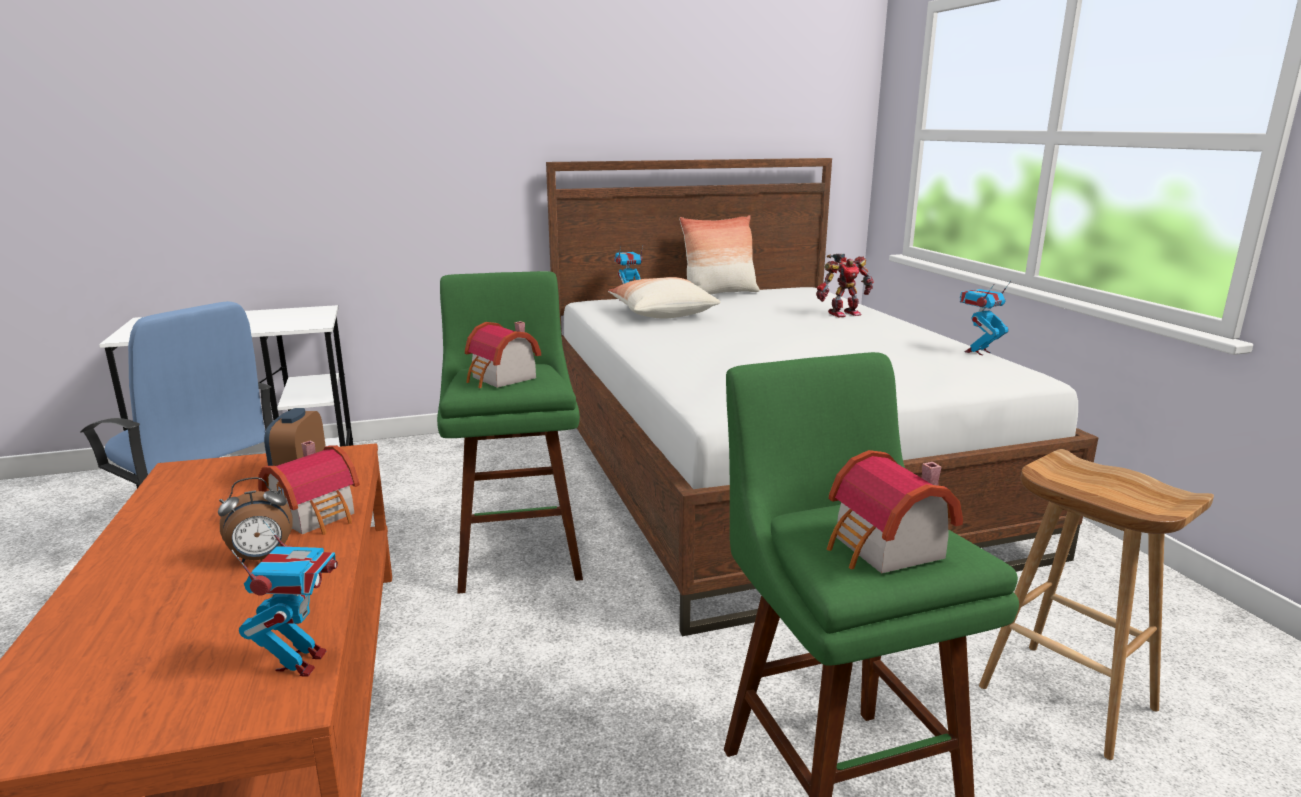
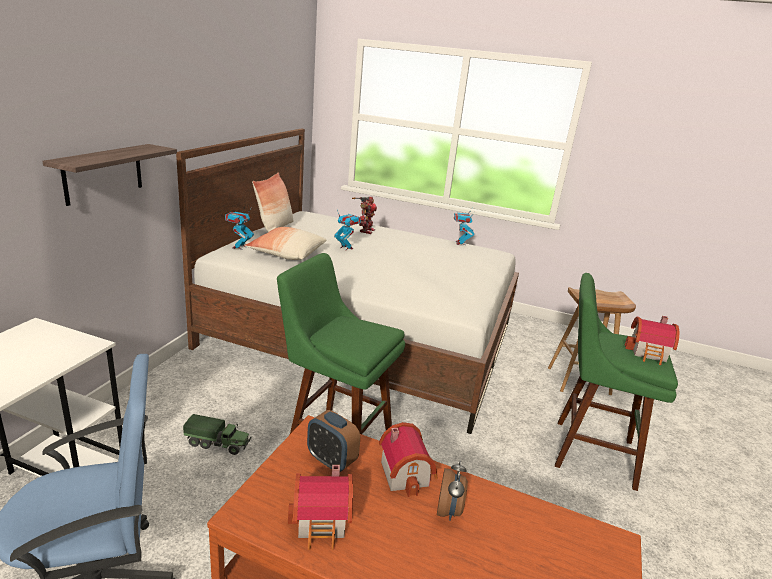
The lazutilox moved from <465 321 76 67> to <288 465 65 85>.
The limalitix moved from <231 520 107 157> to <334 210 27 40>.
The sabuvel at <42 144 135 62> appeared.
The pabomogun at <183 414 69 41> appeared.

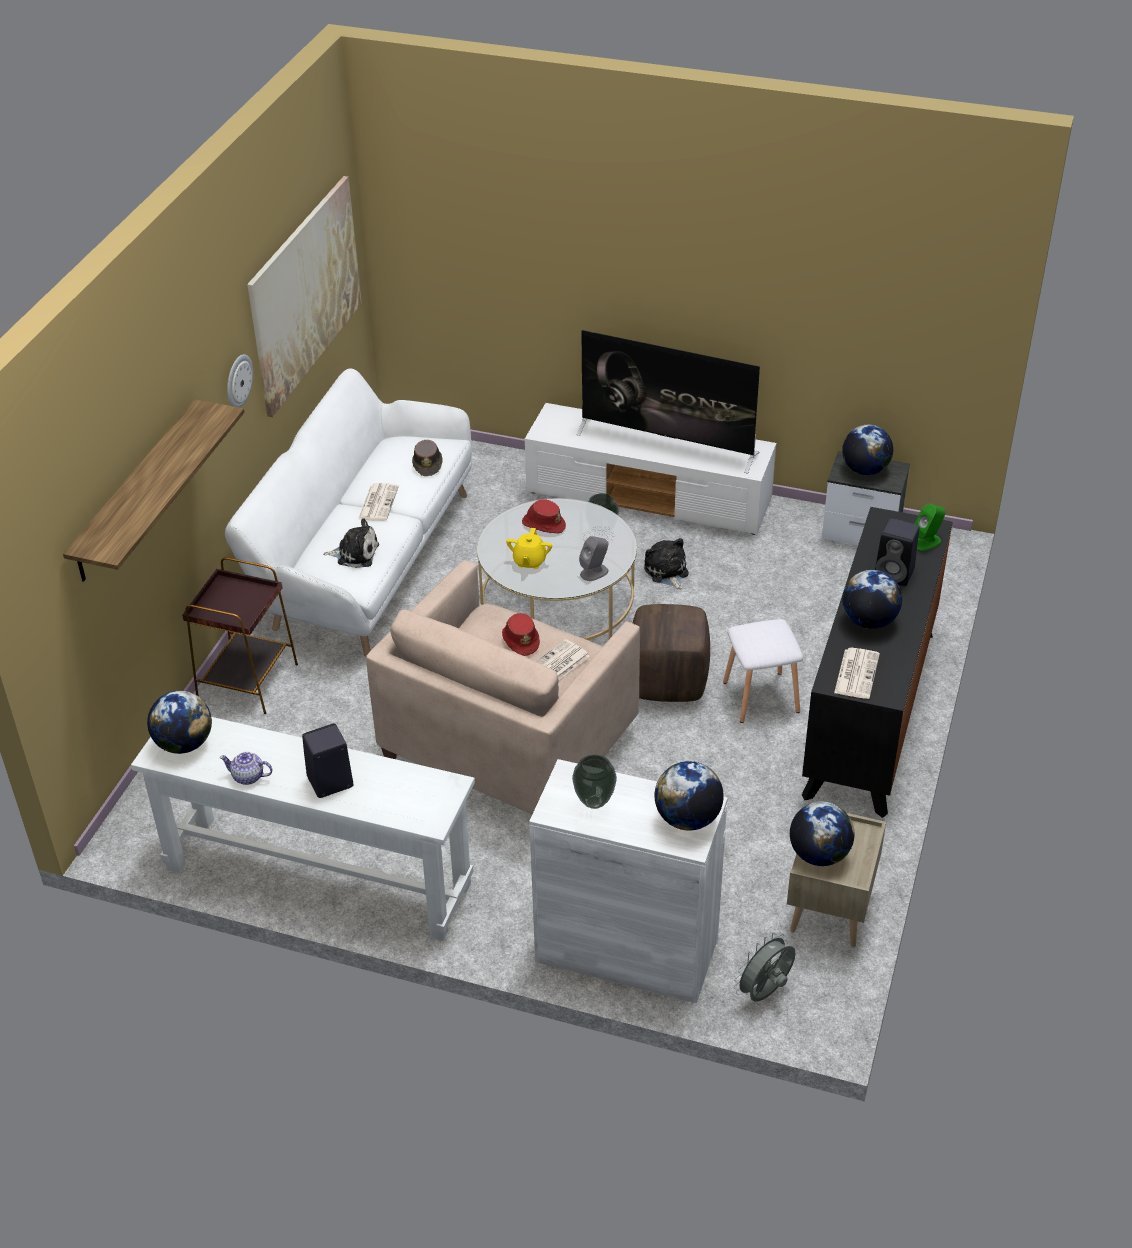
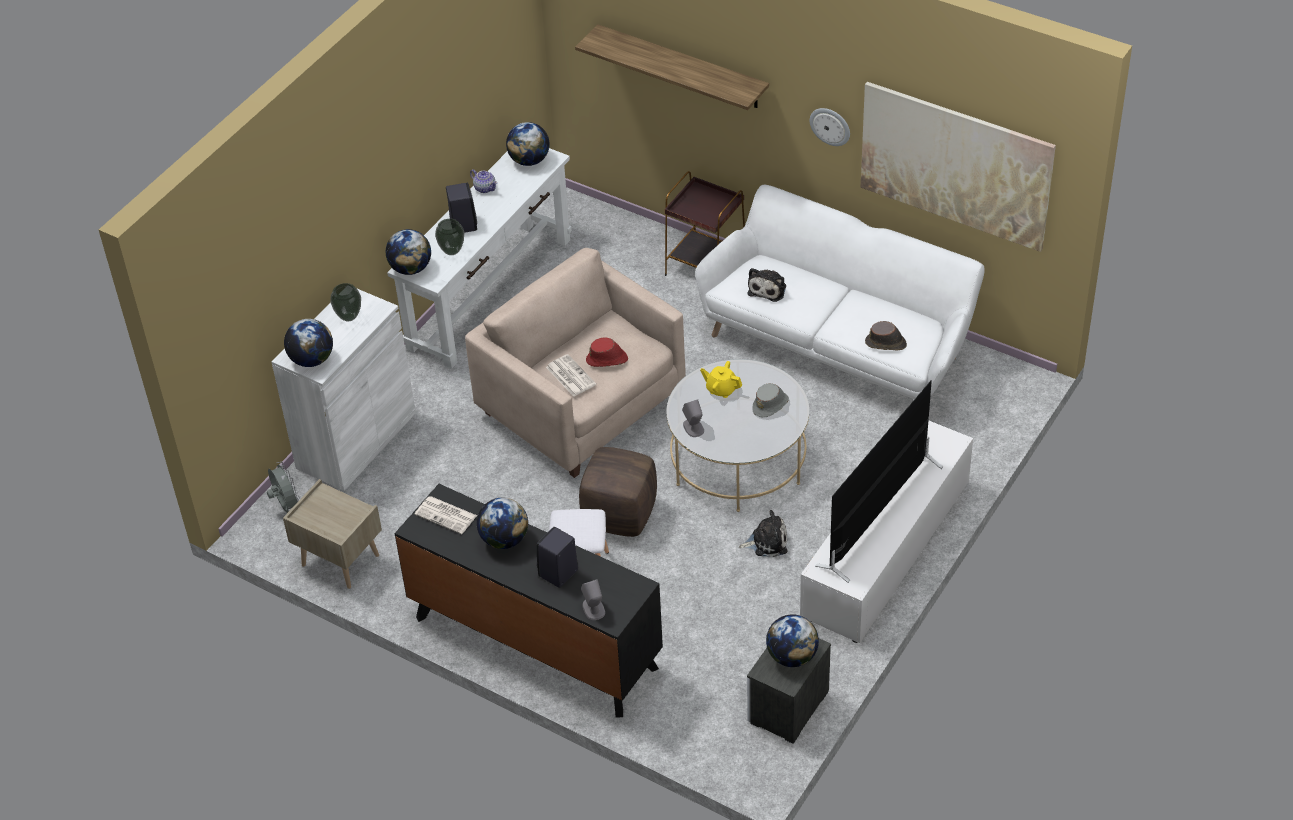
The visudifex at <358 483 41 38> disappeared.
The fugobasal moved from <585 493 34 44> to <435 219 29 36>.
The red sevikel at <522 499 44 34> became the grey sevikel at <753 383 36 34>.
The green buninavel at <915 504 30 47> became the grey buninavel at <581 579 24 41>.
The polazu at <220 752 53 33> turned 105 degrees clockwise.
The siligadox moved from <790 802 64 64> to <386 229 45 46>.

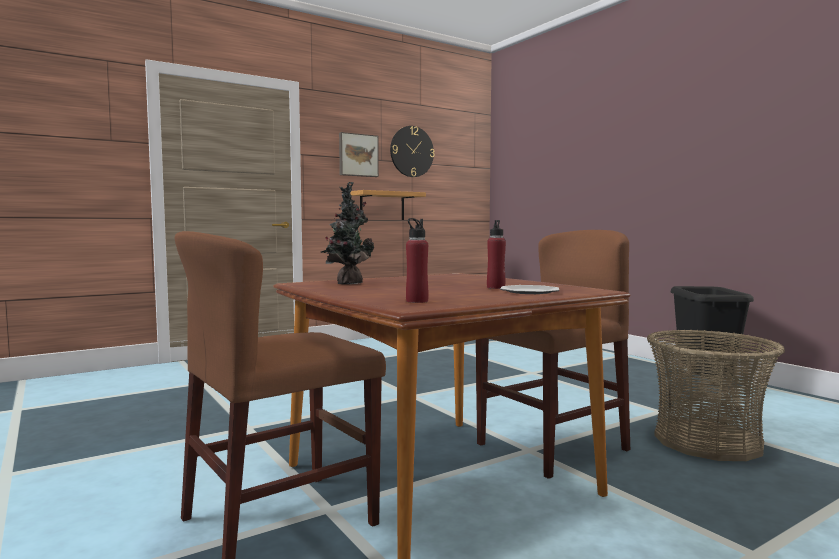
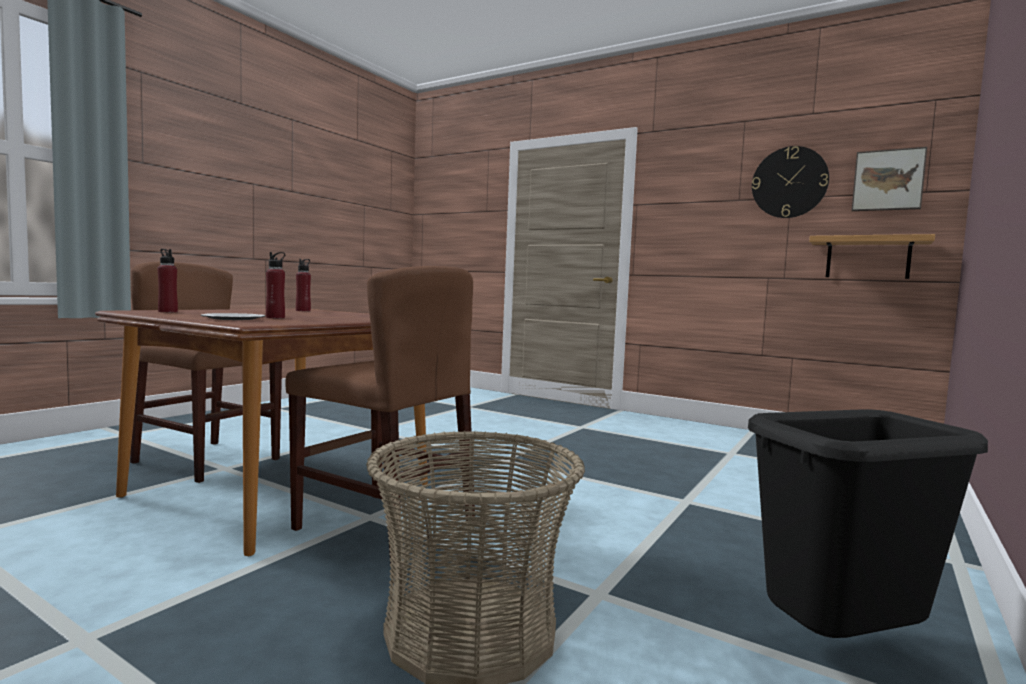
The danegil moved from <339 132 40 45> to <852 147 75 64>.
The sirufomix at <321 182 53 102> was replaced by the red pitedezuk at <296 259 15 52>.
The sabuvel moved from <351 190 75 30> to <809 234 126 45>.

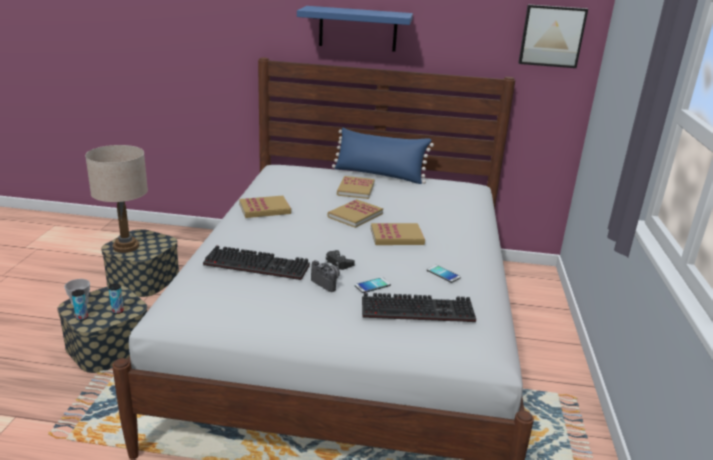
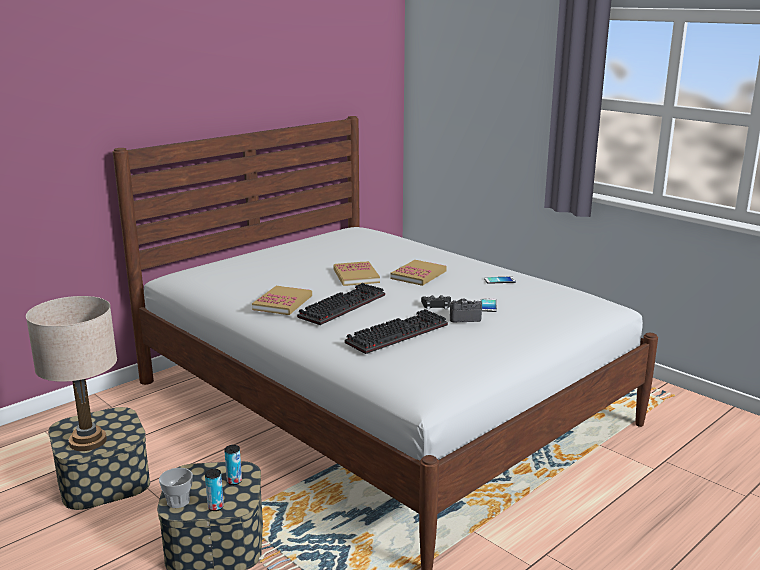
The danegil at <518 4 70 64> disappeared.
The blue sabuvel at <297 6 116 46> disappeared.
The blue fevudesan at <332 127 102 57> disappeared.
The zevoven at <337 176 38 23> disappeared.
The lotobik moved from <362 293 114 29> to <297 283 88 42>.

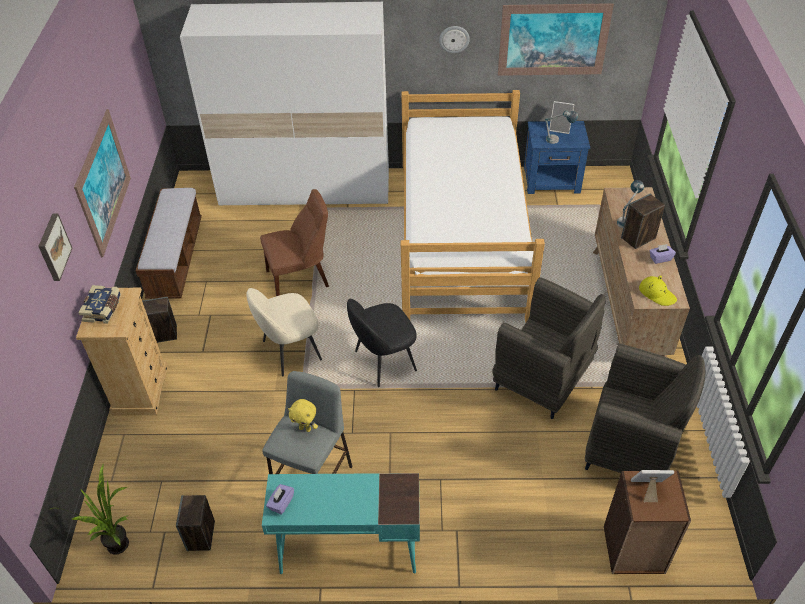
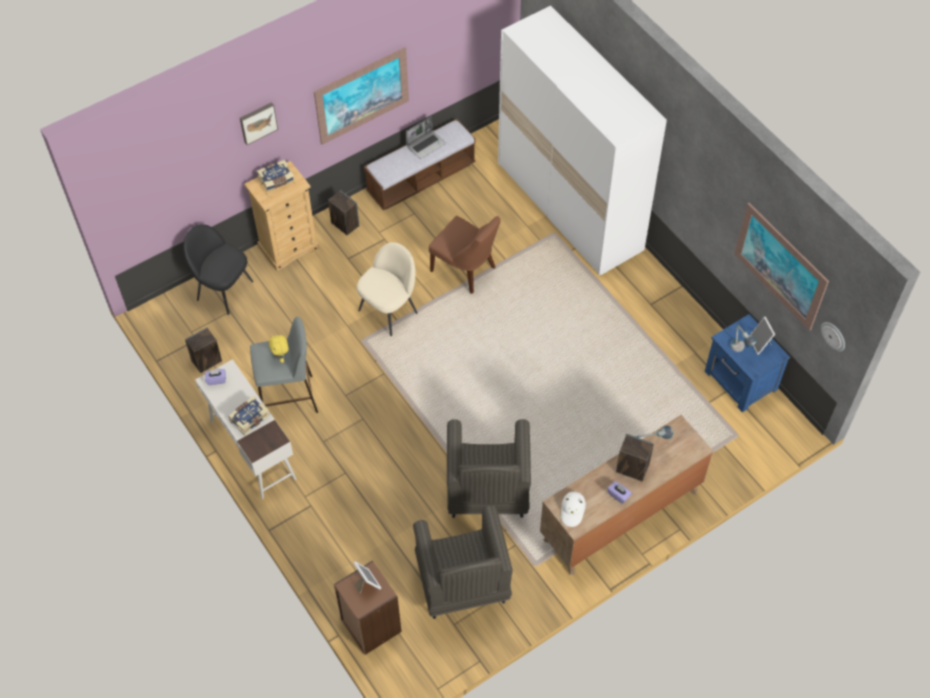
The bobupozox moved from <439 26 31 27> to <821 322 24 29>.
The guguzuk at <401 90 144 233> disappeared.
The yellow sevikel at <639 275 38 31> became the white sevikel at <561 492 25 35>.
The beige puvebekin at <246 288 76 88> turned 105 degrees clockwise.
The black puvebekin moved from <347 298 70 89> to <183 224 71 91>.
The sirufomix at <49 465 80 90> disappeared.
The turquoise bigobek at <262 473 158 101> became the white bigobek at <195 359 101 140>.
The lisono at <406 116 40 43> appeared.
The zevoven at <228 396 42 39> appeared.

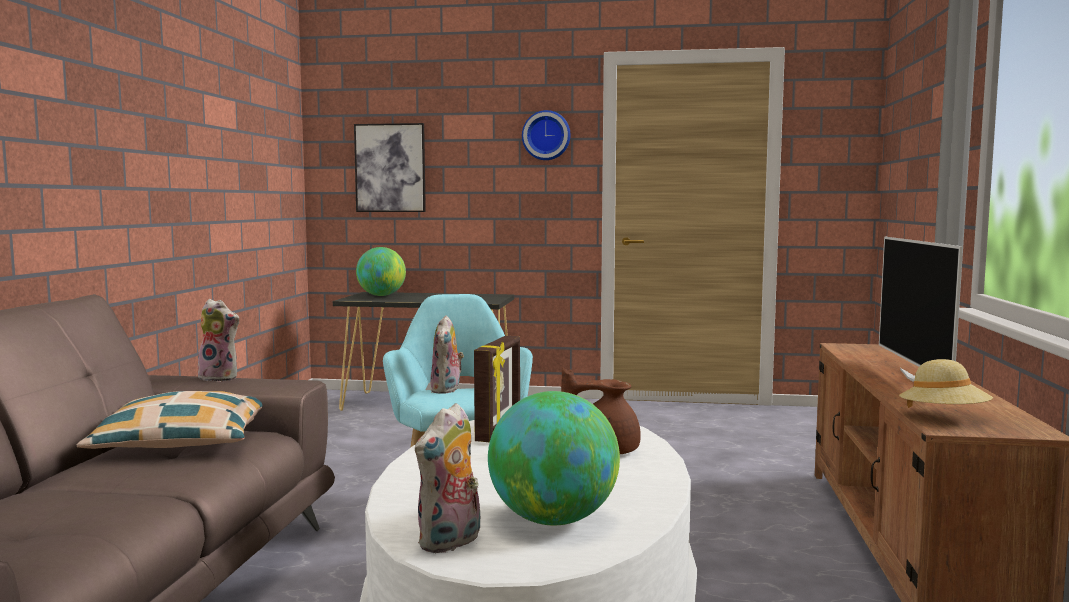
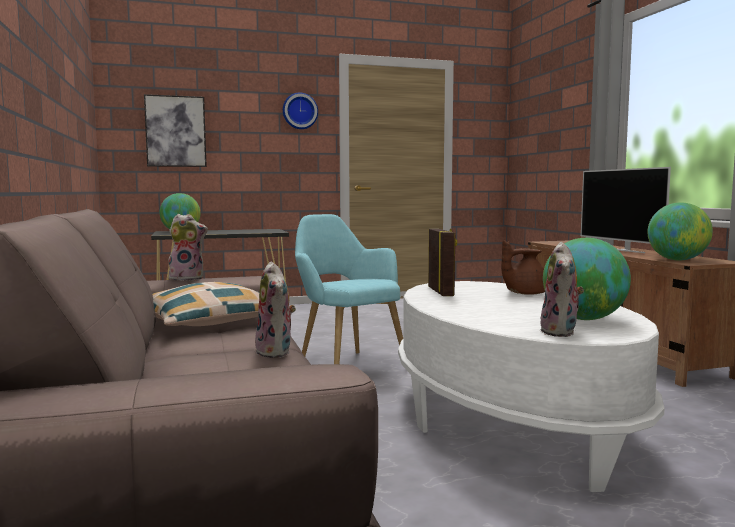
The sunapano moved from <430 315 34 79> to <254 261 42 97>.
The beige sevikel at <899 359 94 49> was replaced by the siligadox at <647 203 66 57>.

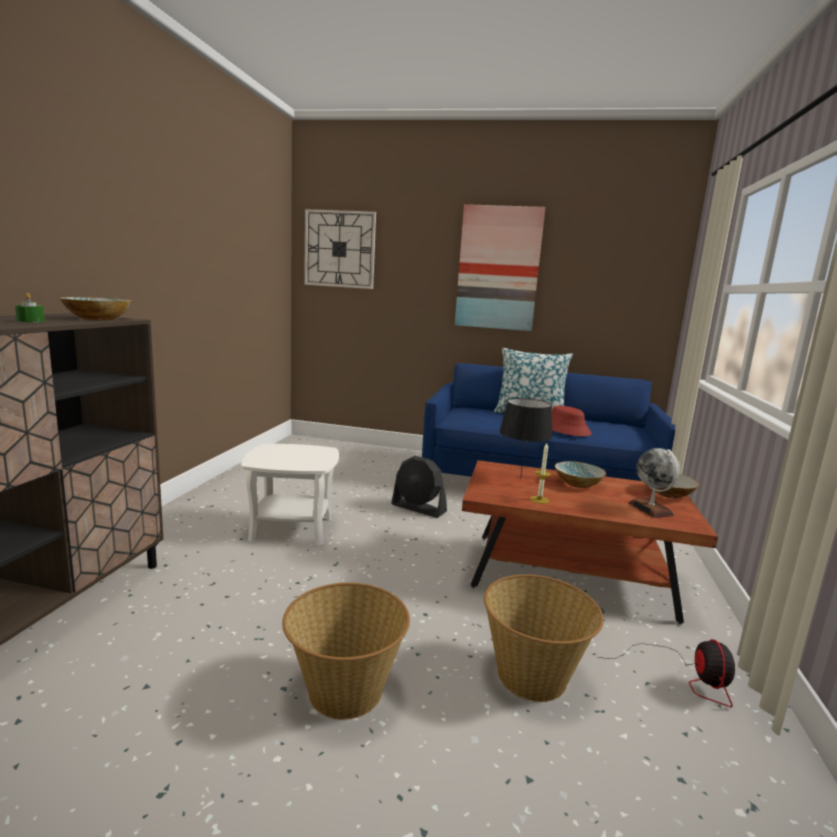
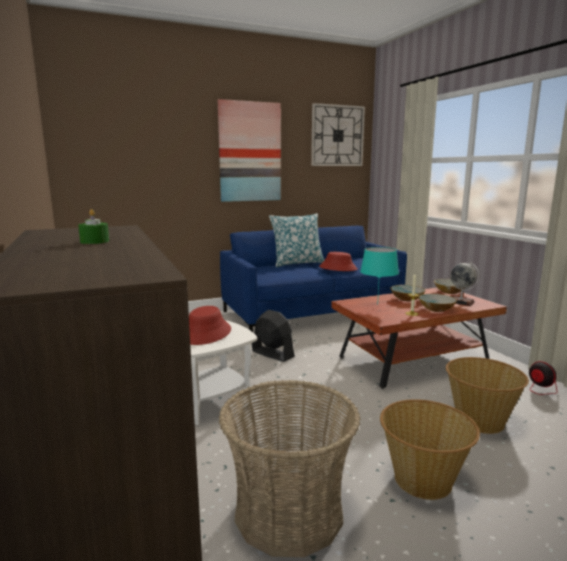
The bobupozox moved from <304 209 72 80> to <311 103 54 63>.
The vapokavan moved from <59 297 73 23> to <418 294 39 18>.
The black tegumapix at <499 398 54 81> became the turquoise tegumapix at <360 247 39 58>.
The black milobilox at <391 456 56 62> turned 135 degrees counterclockwise.
The red sevikel at <189 306 42 39> appeared.
The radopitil at <219 380 141 177> appeared.

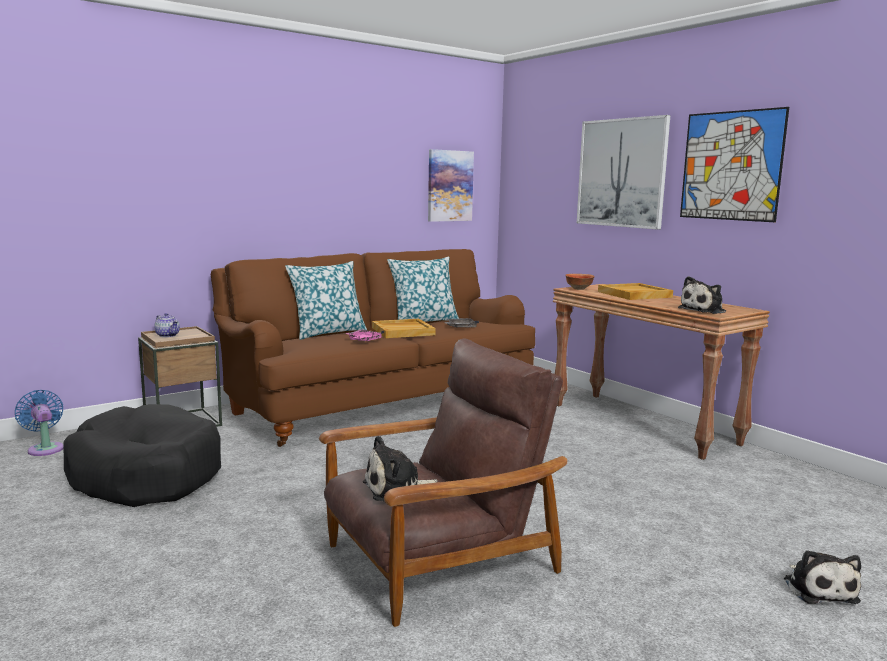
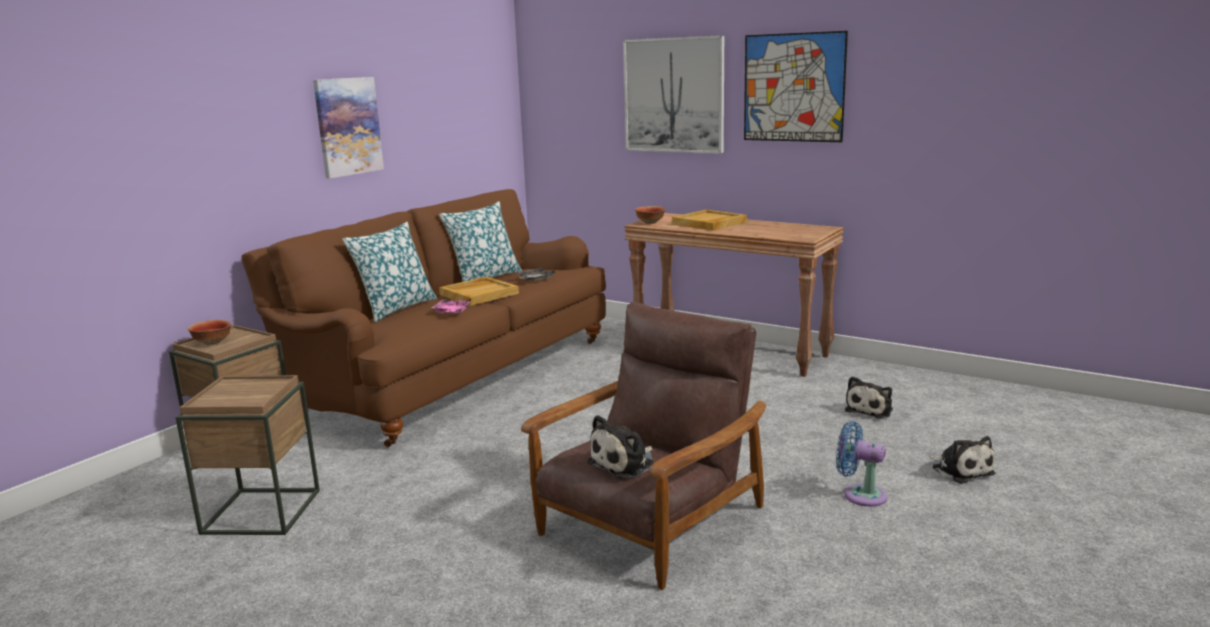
The danegil moved from <428 149 46 73> to <313 77 71 101>.
The sunapano moved from <678 276 48 38> to <845 376 48 42>.
The polazu at <154 313 26 24> was replaced by the vapokavan at <188 320 43 25>.
The blue milobilox moved from <15 390 49 66> to <836 421 51 86>.
The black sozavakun at <64 404 157 103> was replaced by the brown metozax at <175 375 145 160>.

